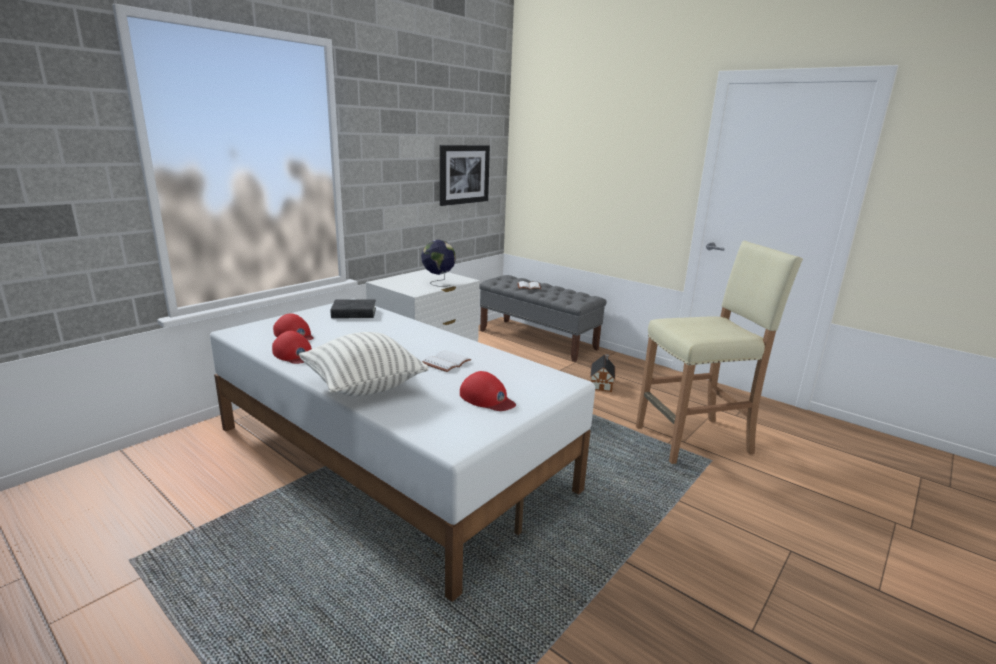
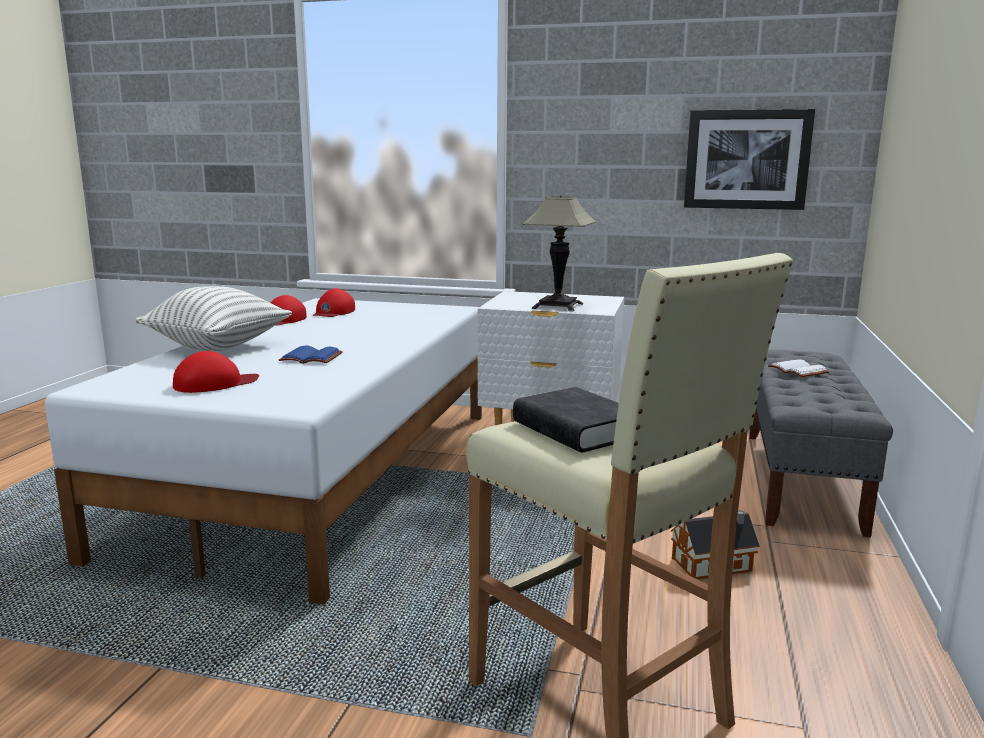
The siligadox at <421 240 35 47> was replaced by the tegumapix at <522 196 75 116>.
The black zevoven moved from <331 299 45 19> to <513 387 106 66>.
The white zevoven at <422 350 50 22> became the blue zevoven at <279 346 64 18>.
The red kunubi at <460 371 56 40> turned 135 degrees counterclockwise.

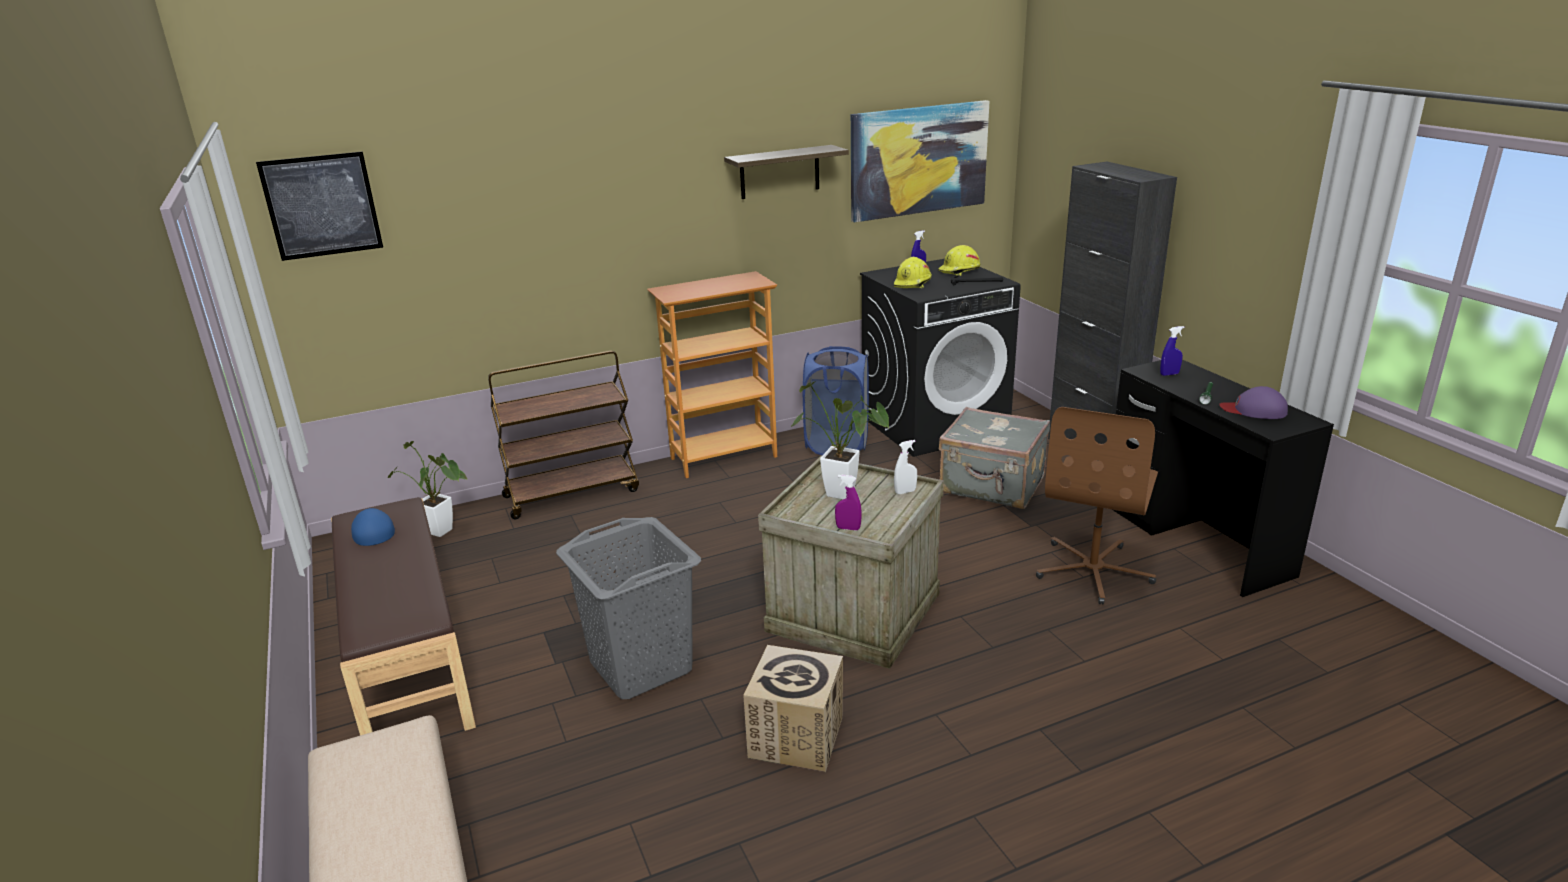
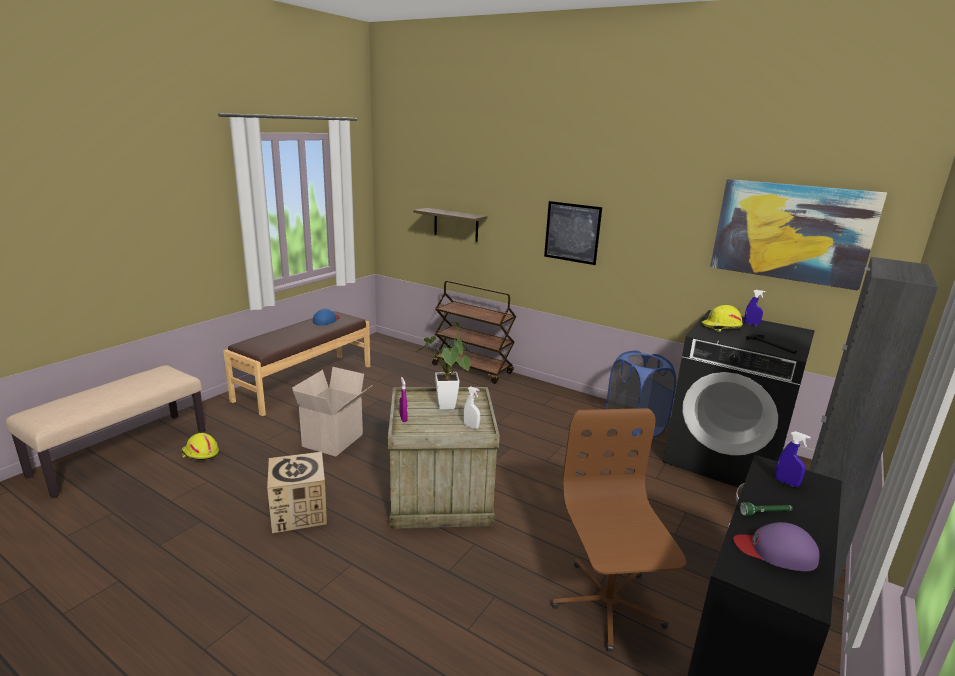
The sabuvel moved from <724 145 125 54> to <414 208 73 34>.
The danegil moved from <256 151 127 110> to <544 201 58 64>.
The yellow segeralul moved from <938 245 42 31> to <181 433 38 27>.
The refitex at <647 271 130 207> disappeared.
The purple kunubi at <1219 386 69 33> turned 60 degrees counterclockwise.
The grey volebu at <939 407 111 102> disappeared.
The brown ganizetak at <1036 407 122 198> turned 90 degrees clockwise.
The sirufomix at <388 441 80 96> disappeared.
The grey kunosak at <556 517 145 182> was replaced by the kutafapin at <292 367 79 90>.

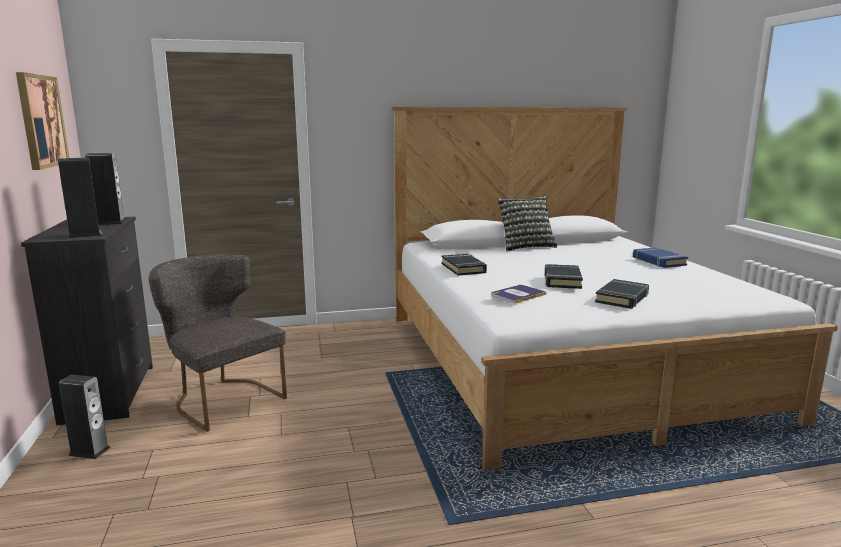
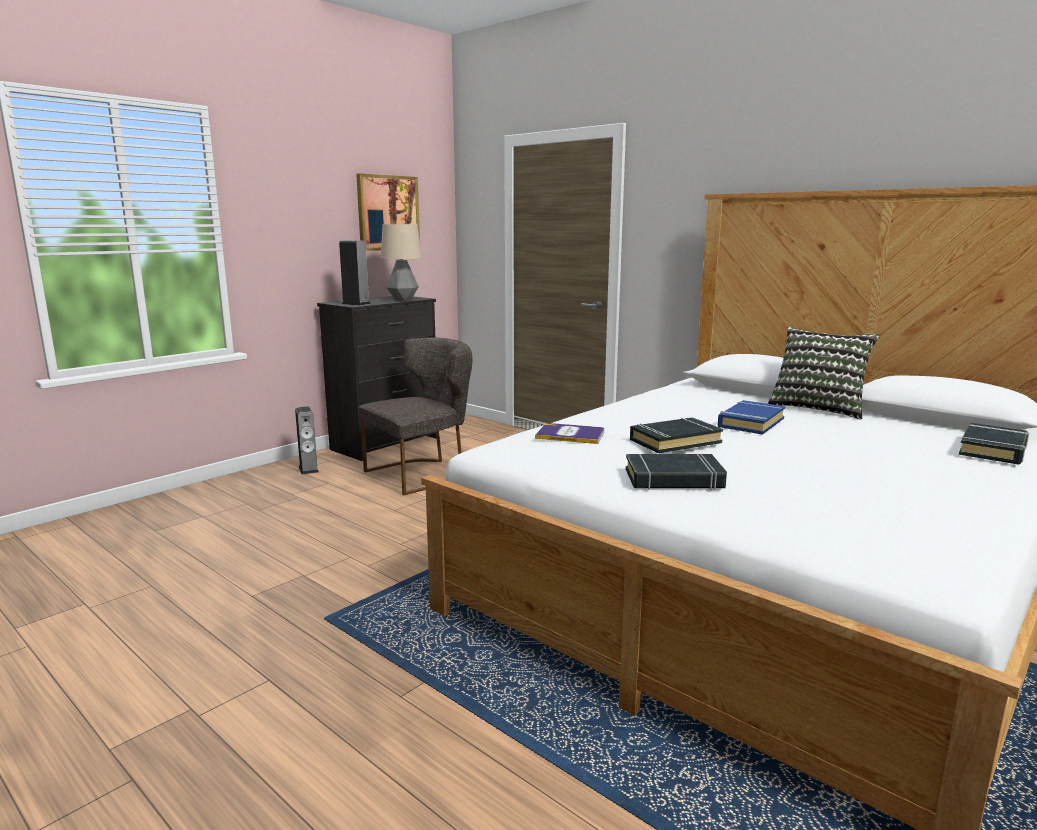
The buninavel at <85 153 41 72> was replaced by the tegumapix at <381 224 41 77>.
The blue zevoven moved from <633 247 55 21> to <718 400 67 35>.
The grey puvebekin at <149 254 138 178> turned 45 degrees clockwise.
The black zevoven moved from <442 254 45 21> to <959 423 70 41>.

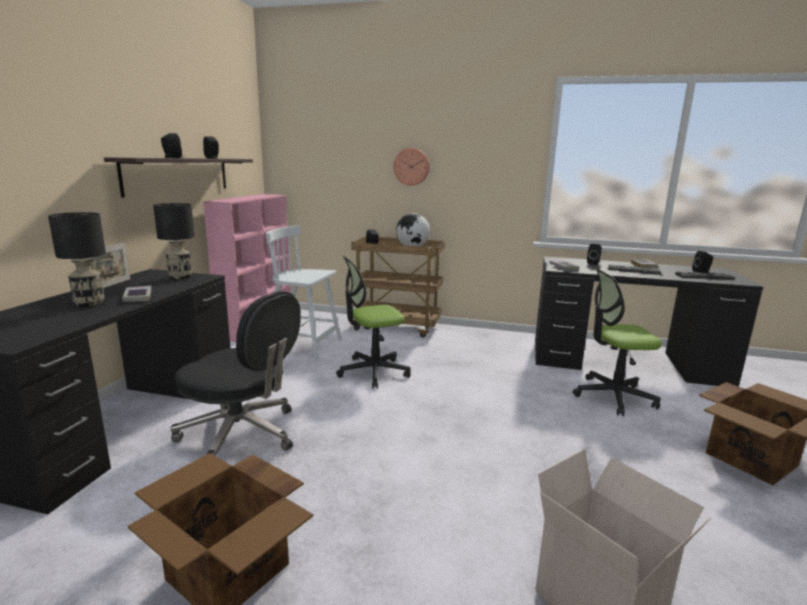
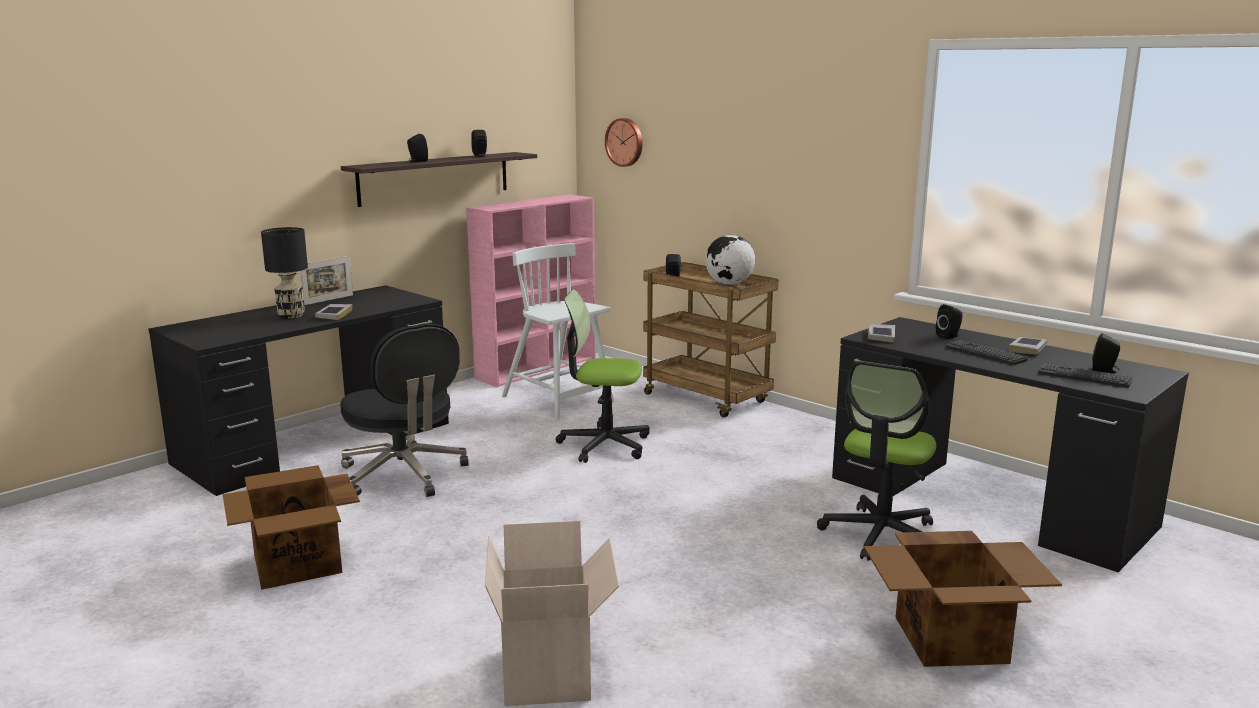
The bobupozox moved from <394 148 35 37> to <605 118 38 49>.
The black tegumapix at <153 203 42 76> disappeared.
The ganizetak at <573 269 89 147> turned 90 degrees counterclockwise.

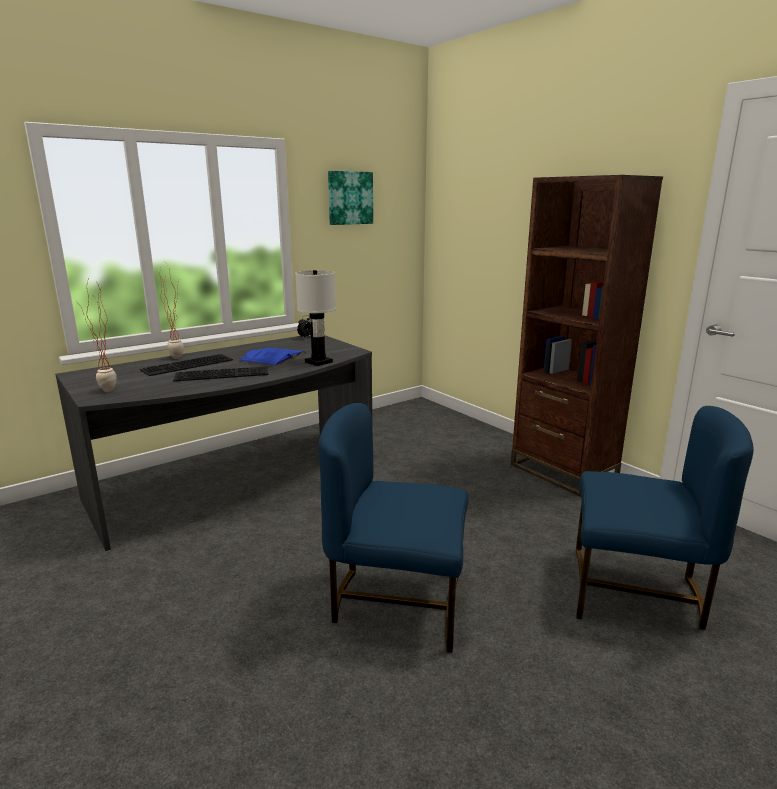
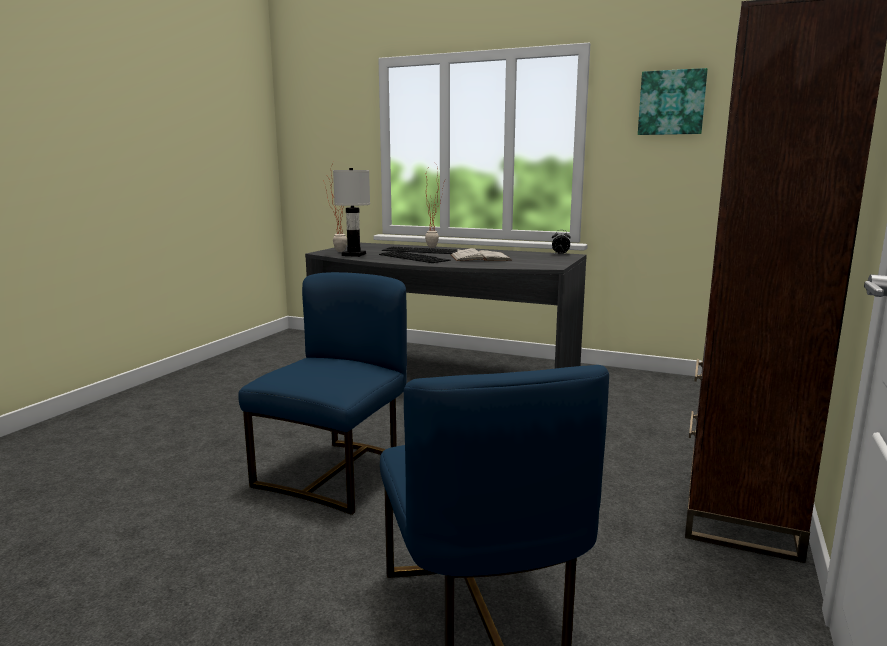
The white tegumapix moved from <295 270 41 96> to <333 168 37 89>.
The blue zevoven at <238 347 67 20> became the white zevoven at <451 248 61 13>.
The blue puvebekin at <318 403 150 250> turned 45 degrees clockwise.

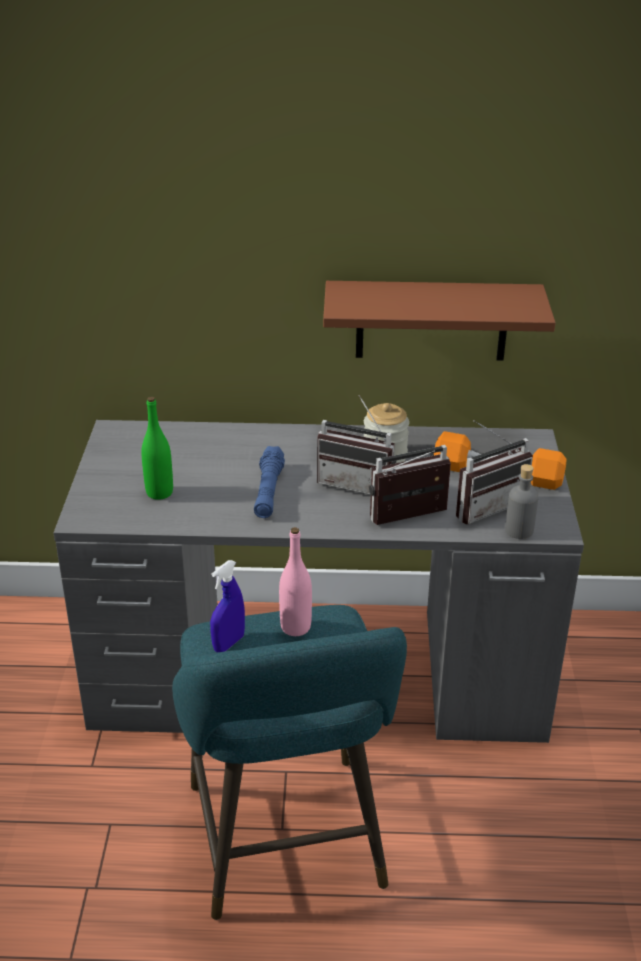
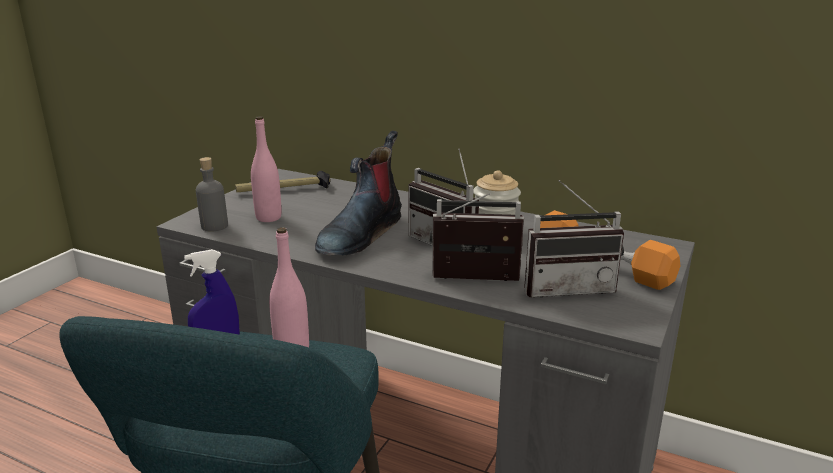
The brown sabuvel at <323 281 233 80> disappeared.
The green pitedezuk at <141 397 32 103> became the pink pitedezuk at <251 116 31 106>.
The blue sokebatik at <254 446 31 72> was replaced by the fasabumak at <315 131 87 124>.
The grey pitedezuk moved from <505 464 33 75> to <196 157 32 75>.
The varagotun at <235 171 95 21> appeared.

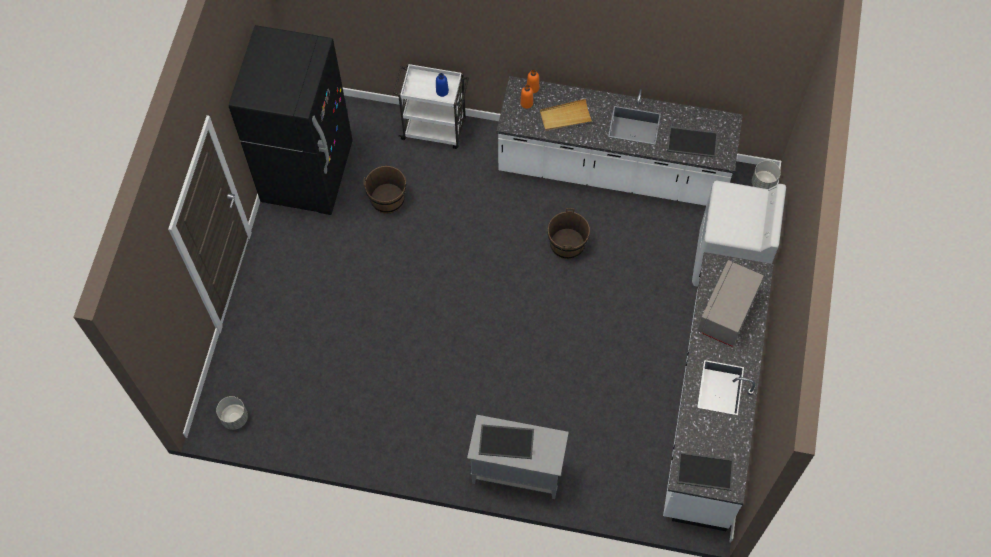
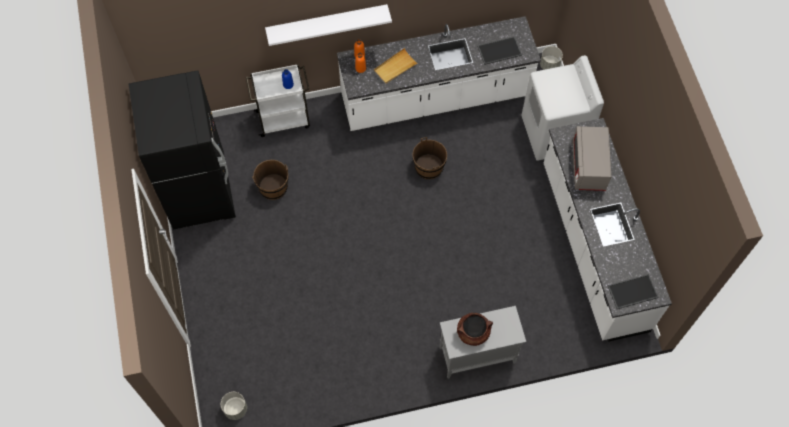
The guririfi at <479 424 55 35> was replaced by the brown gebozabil at <457 313 36 33>.
The white sabuvel at <265 4 127 42> appeared.

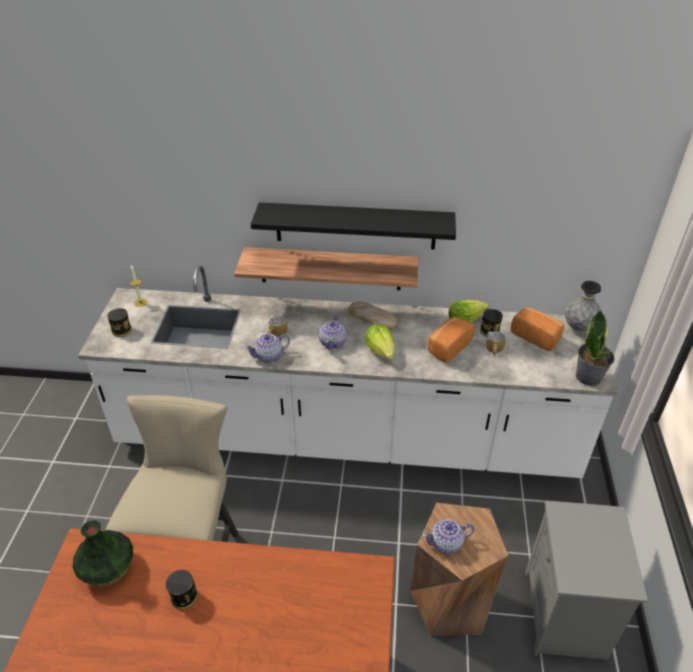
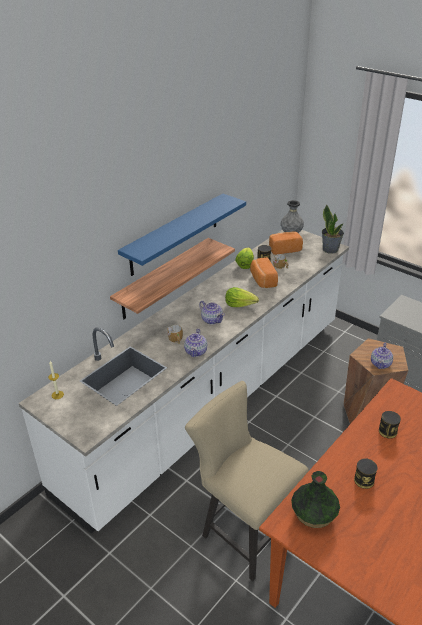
The black sabuvel at <251 202 205 47> became the blue sabuvel at <118 194 128 82>.
The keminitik at <348 301 50 29> disappeared.
The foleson moved from <107 308 25 29> to <379 411 22 28>.

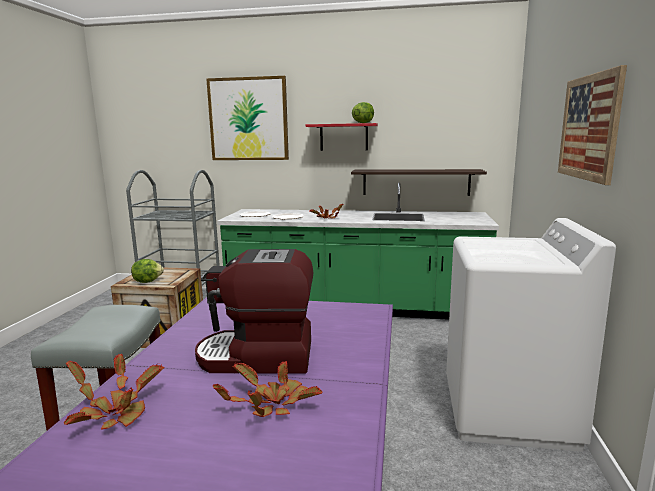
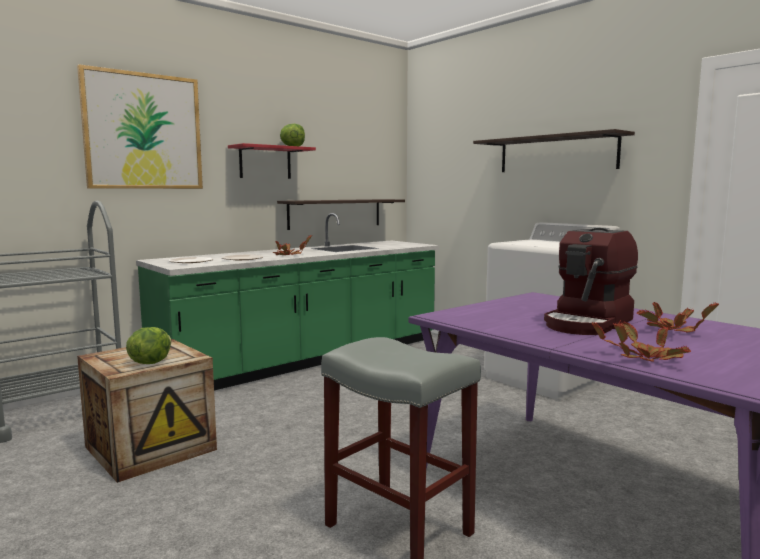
The danegil at <558 65 69 120> was replaced by the sabuvel at <473 129 162 43>.

